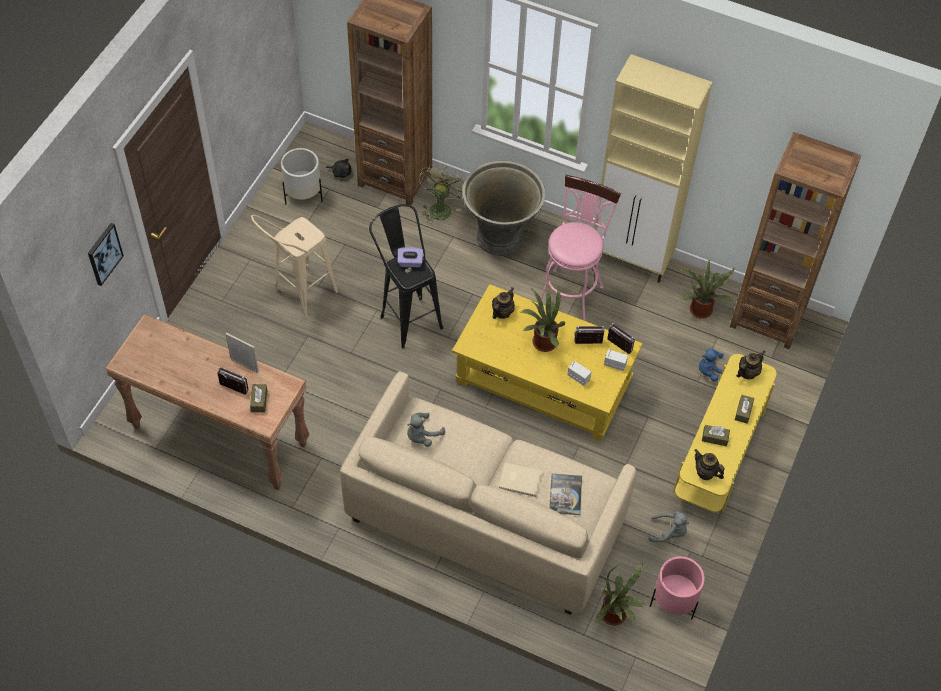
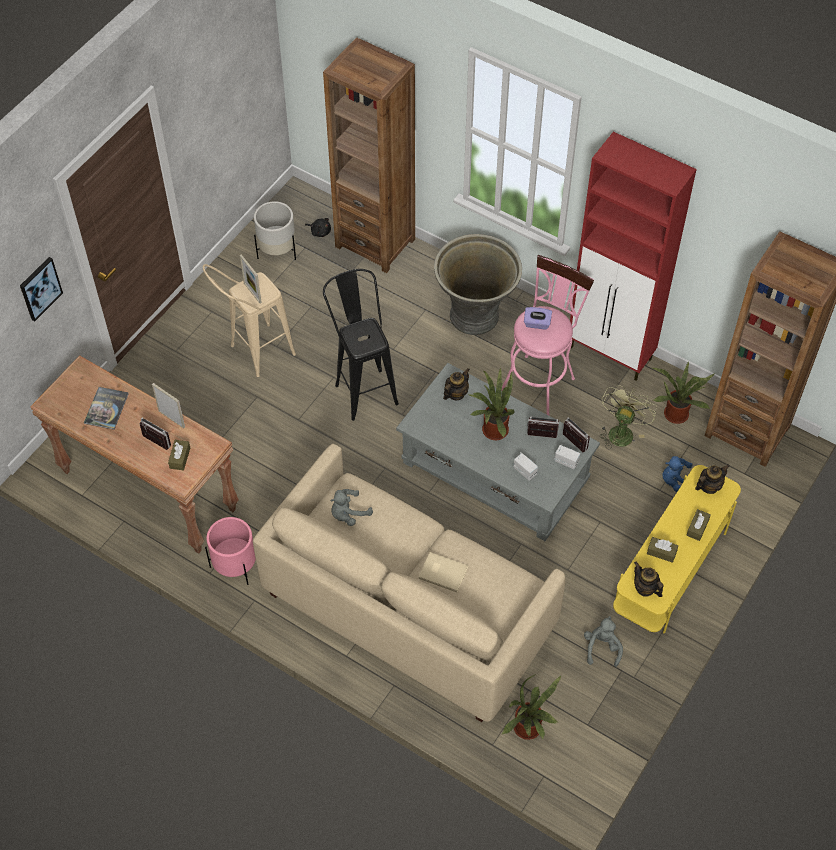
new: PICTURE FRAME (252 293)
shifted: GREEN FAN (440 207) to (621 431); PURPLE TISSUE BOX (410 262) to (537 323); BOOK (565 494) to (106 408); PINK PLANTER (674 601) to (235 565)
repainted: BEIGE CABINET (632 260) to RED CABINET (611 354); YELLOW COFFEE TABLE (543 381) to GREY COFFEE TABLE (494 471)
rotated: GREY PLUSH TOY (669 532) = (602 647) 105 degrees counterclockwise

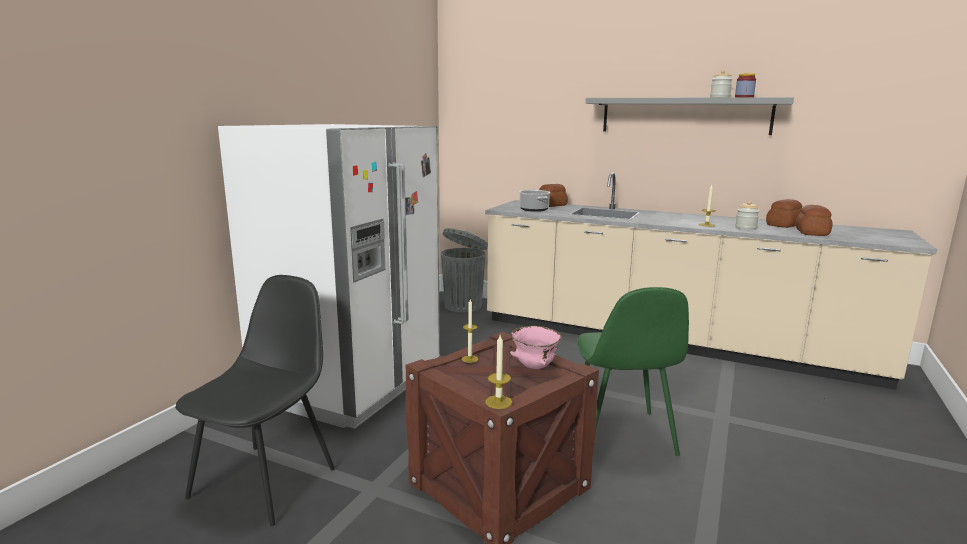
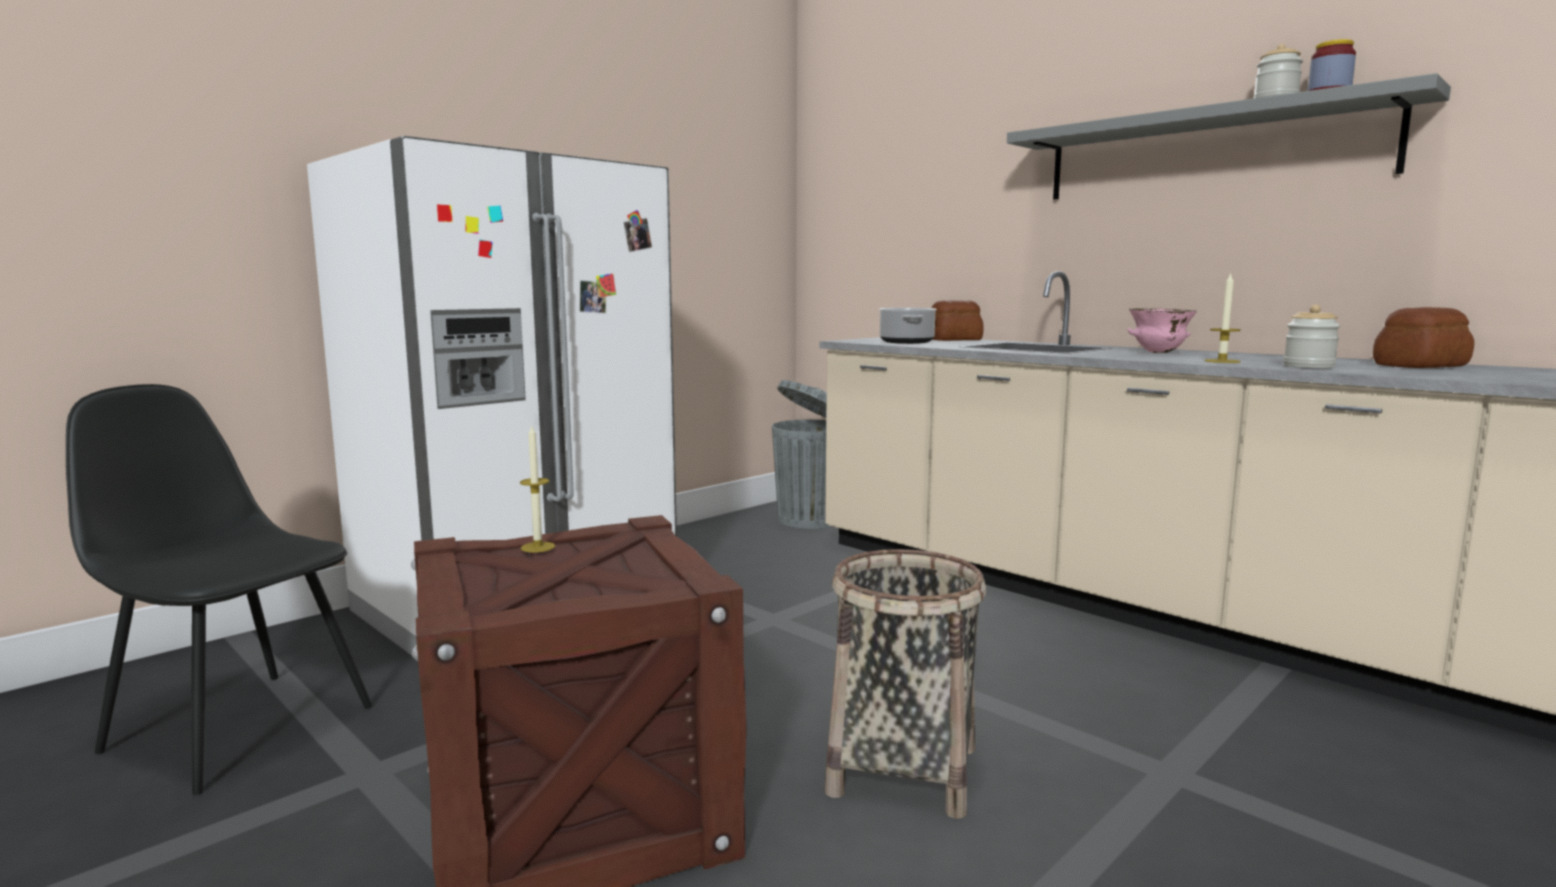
gone: BREAD (811 233); CANDLE (498 402)
shifted: PINK BOWL (534 367) to (1158 353)
swapped: GREEN CHAIR (620 436) to BASKET (901 770)
rotated: BLACK CHAIR (266 480) = (237 727) 105 degrees counterclockwise

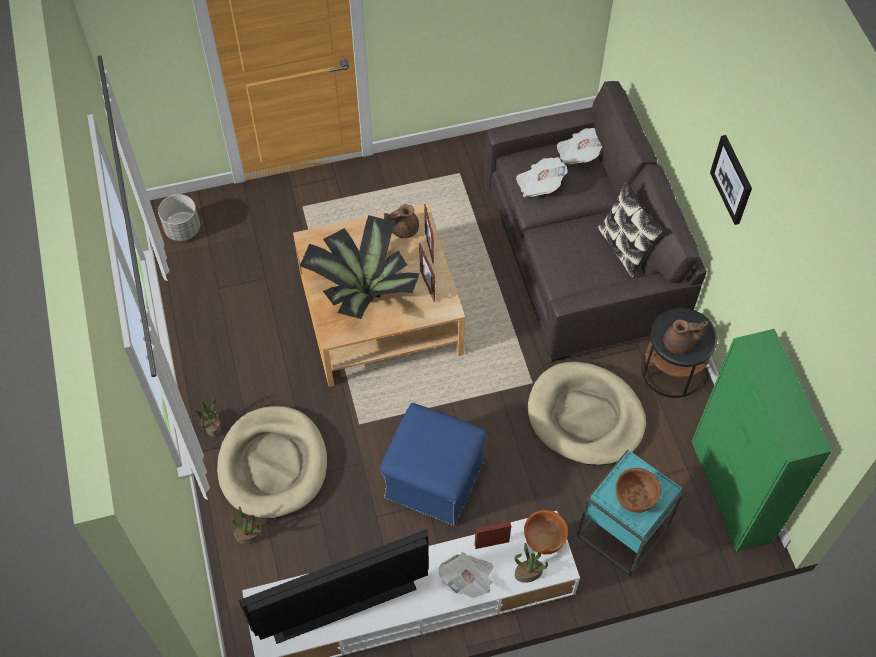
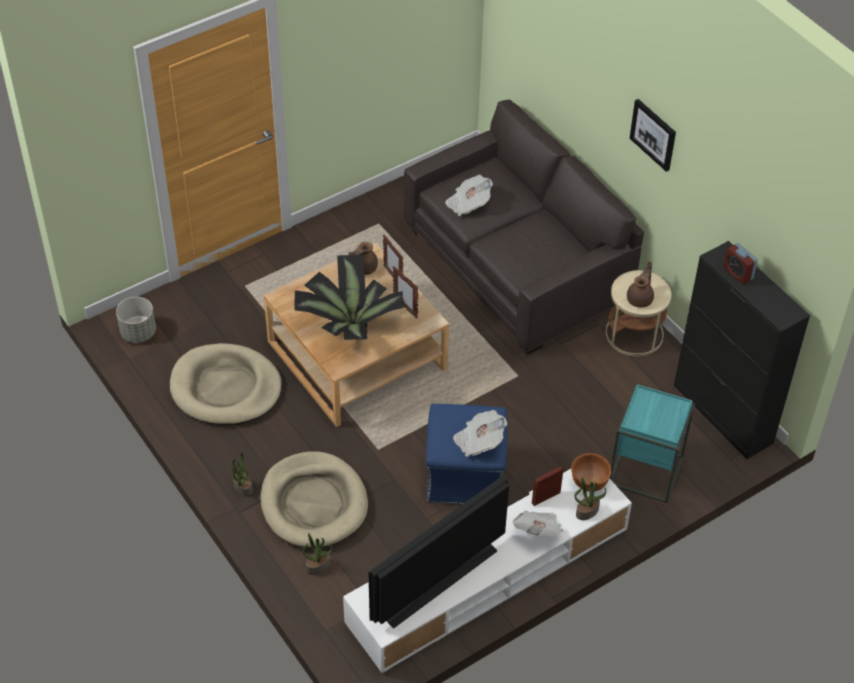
gone: PILLOW (624 248); BROWN BOWL (634 499)
new: ALARM CLOCK (738 273)
shifted: NEWSPAPER (579 154) to (479 441); BEIGE DOG BED (585 416) to (226 388)
repainted: BLACK SIDE TABLE (672 370) to BEIGE SIDE TABLE (634 334); GREEN CABINET (731 491) to BLACK CABINET (723 414)
rotated: BROWN TEAPOT (679 343) = (640 298) 45 degrees counterclockwise

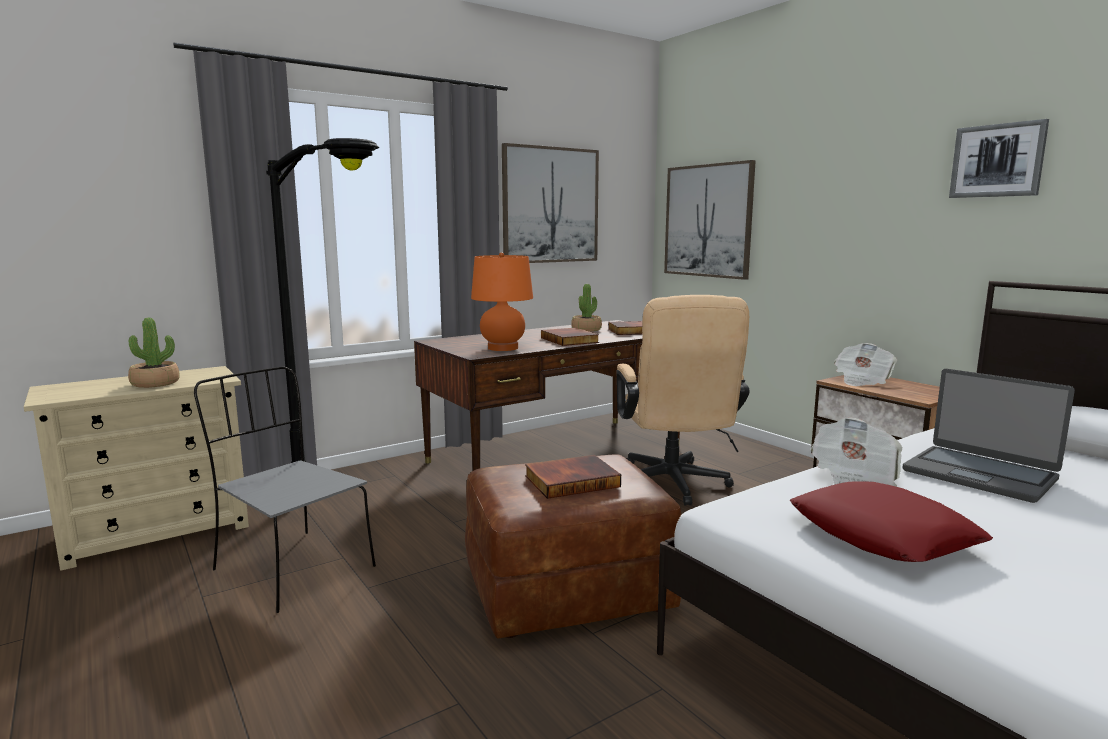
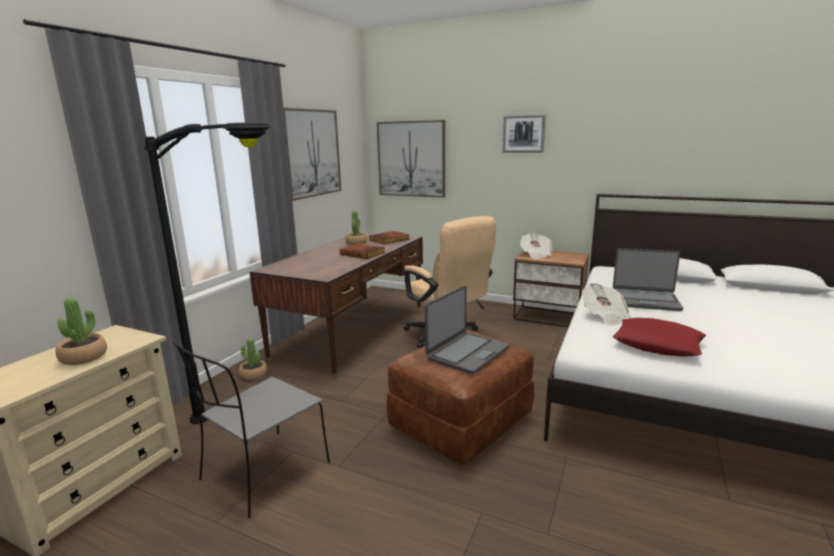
gone: ORANGE TABLE LAMP (503 348)
new: POTTED PLANT (253 374)
shifted: PICTURE (997 160) to (523 134)
swapped: BOOK (572 480) to LAPTOP (467 353)
rotated: GREY CHAIR (291 567) = (263 473) 60 degrees counterclockwise

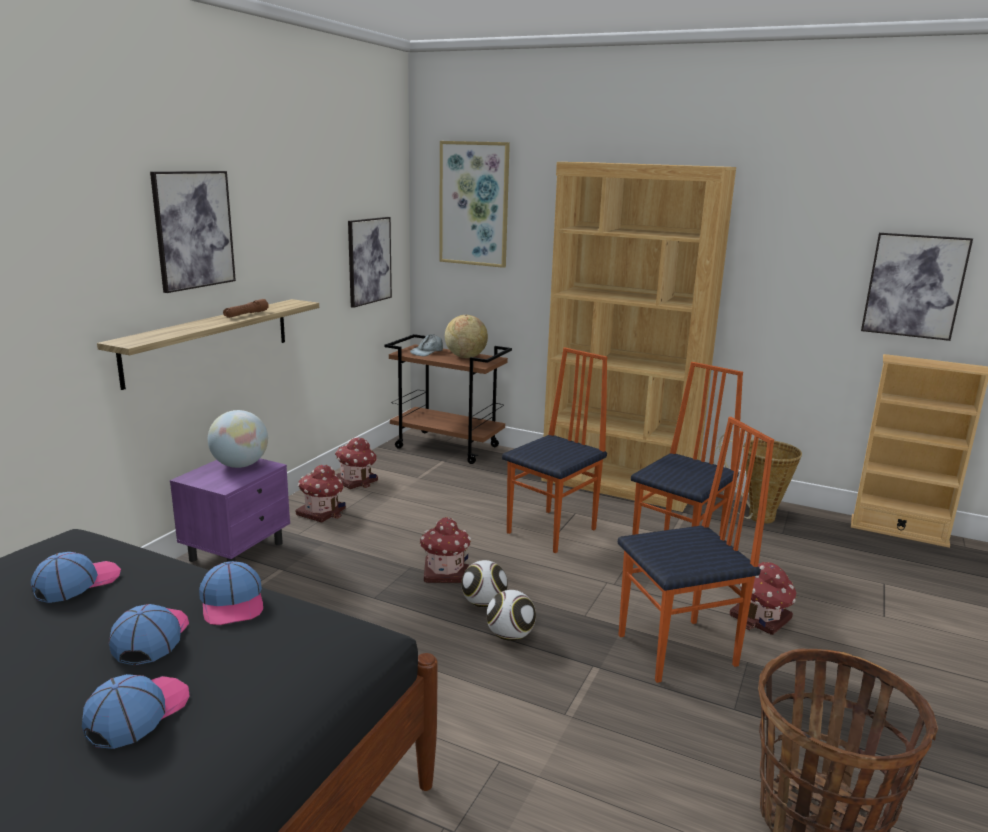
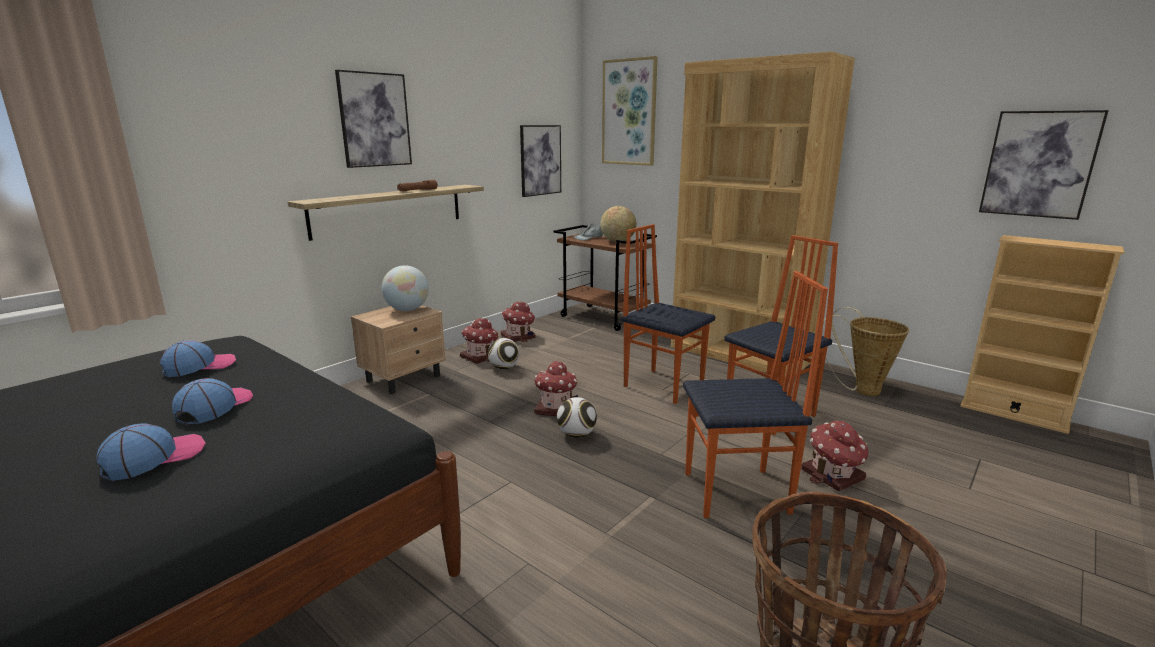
gone: CAP (233 603)
shifted: FOOTBALL (510 636) to (504 368)
repainted: PURPLE NIGHTSTAND (238 551) to BEIGE NIGHTSTAND (404 378)
rotated: CHAIR (553 531) = (663 385) 105 degrees counterclockwise

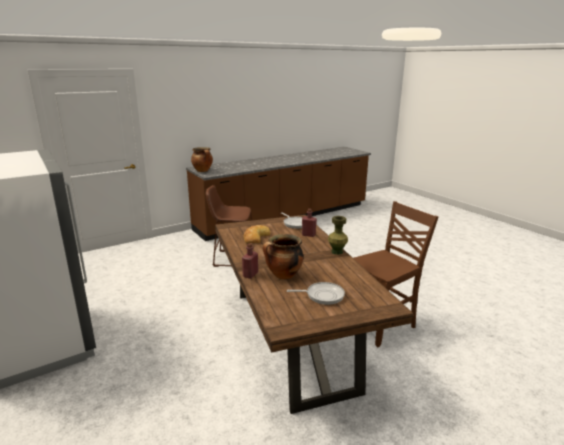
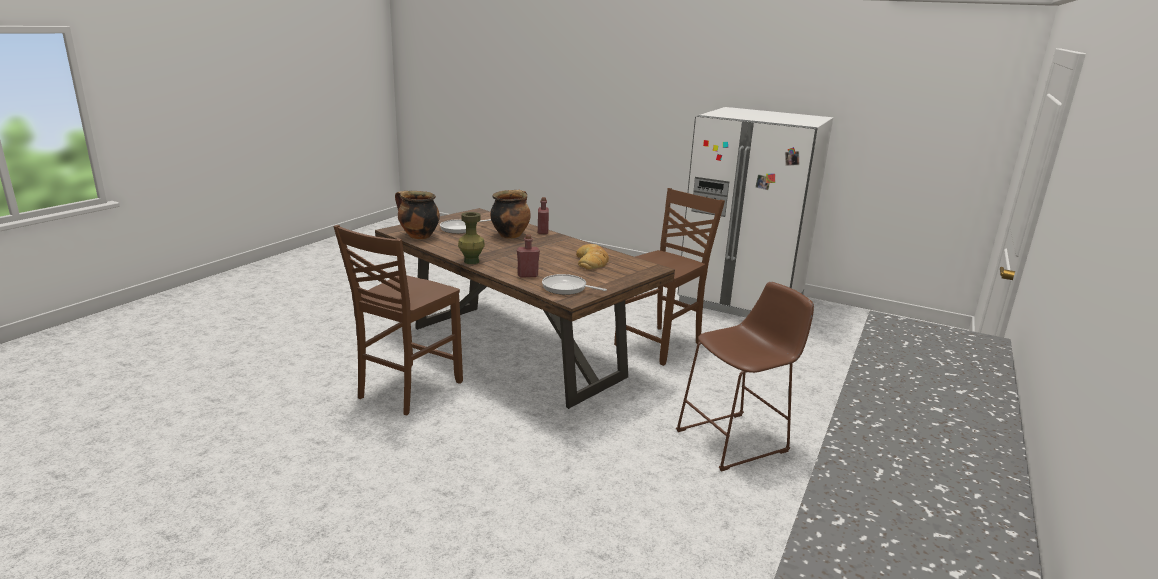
new: BROWN CHAIR (661 344)
shifted: COOKING POT (203 171) to (418 236)

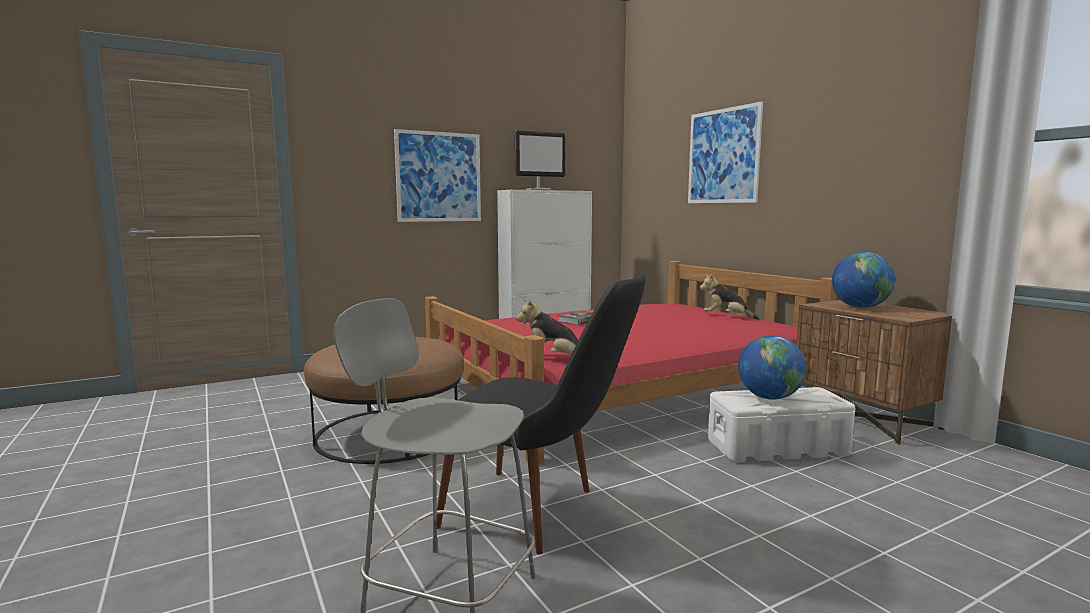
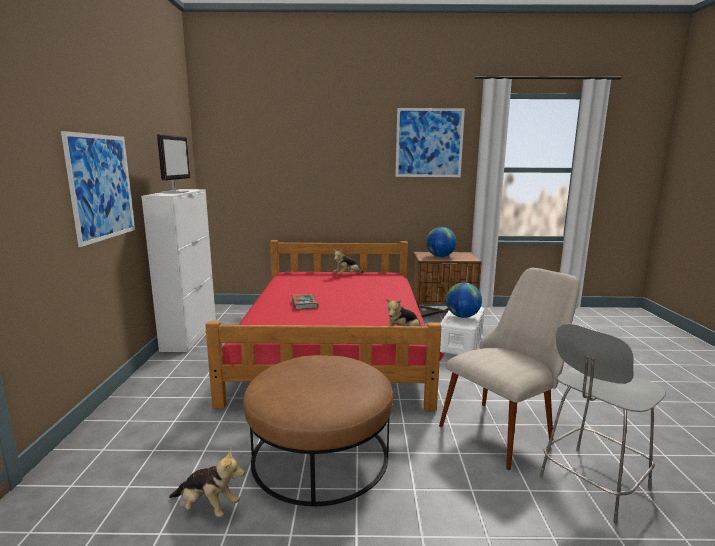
new: PLUSH TOY (207 507)
shifted: PICTURE (723 156) to (429 143)
repainted: BLACK CHAIR (542 514) to BEIGE CHAIR (506 426)

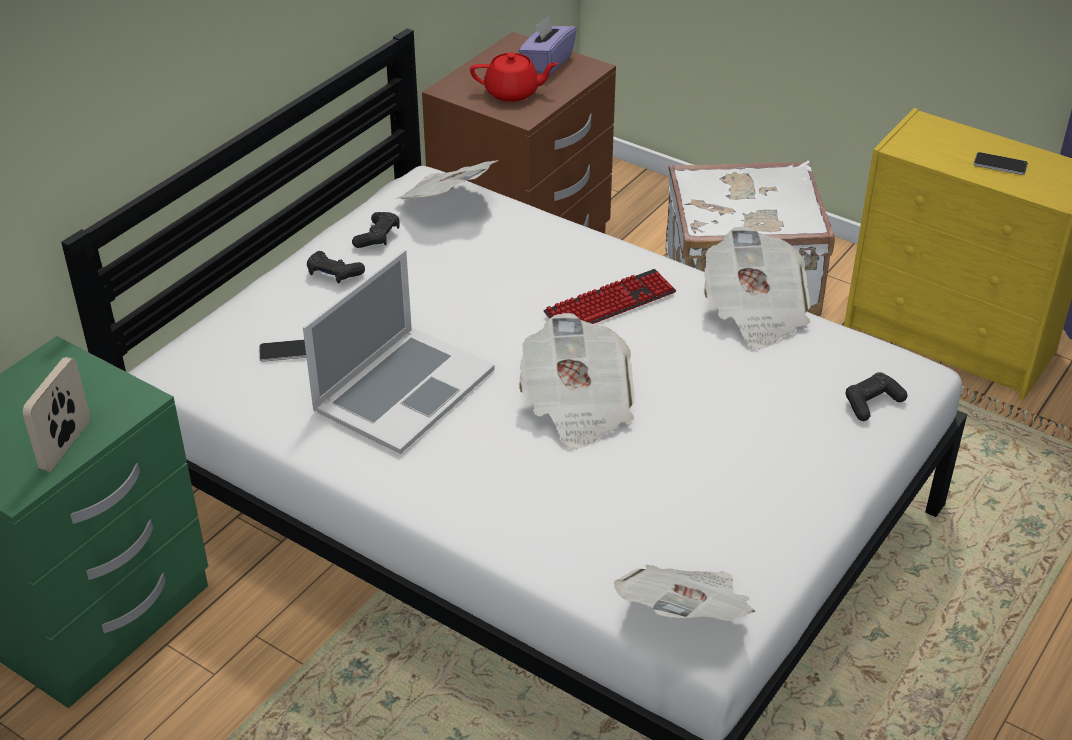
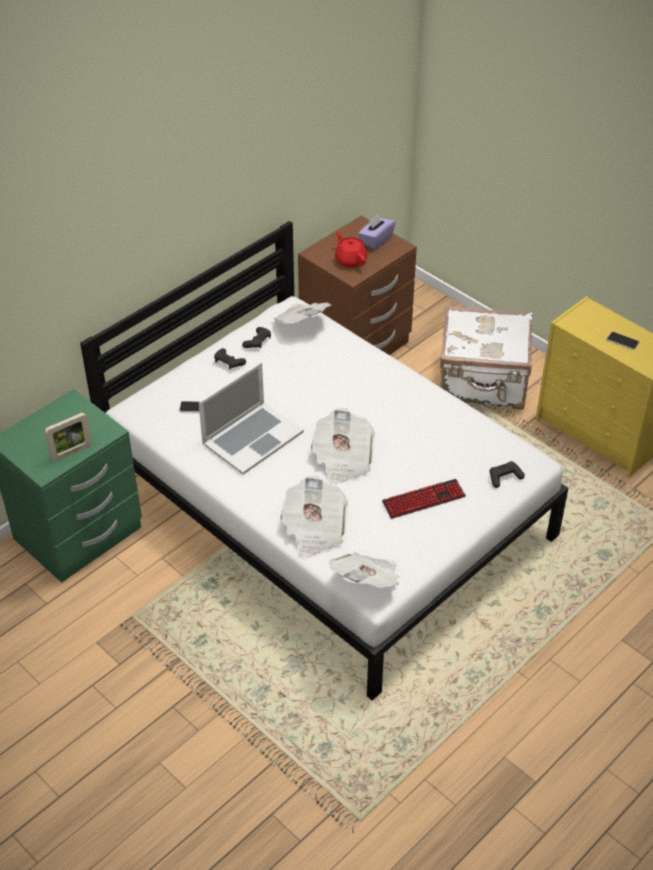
shifted: NEWSPAPER (754 313) to (314 530); KEYBOARD (610 303) to (423 500)
rotated: RED TEAPOT (513 93) = (350 259) 135 degrees counterclockwise; PICTURE FRAME (66 446) = (71 452) 150 degrees counterclockwise

